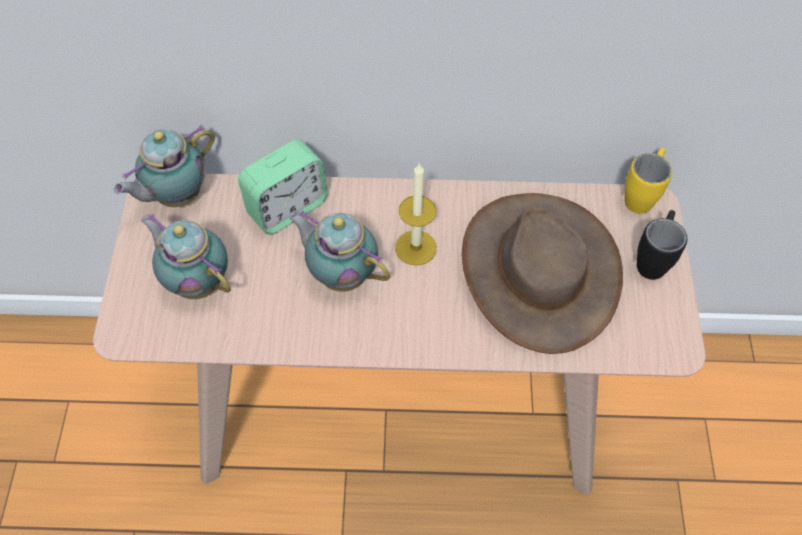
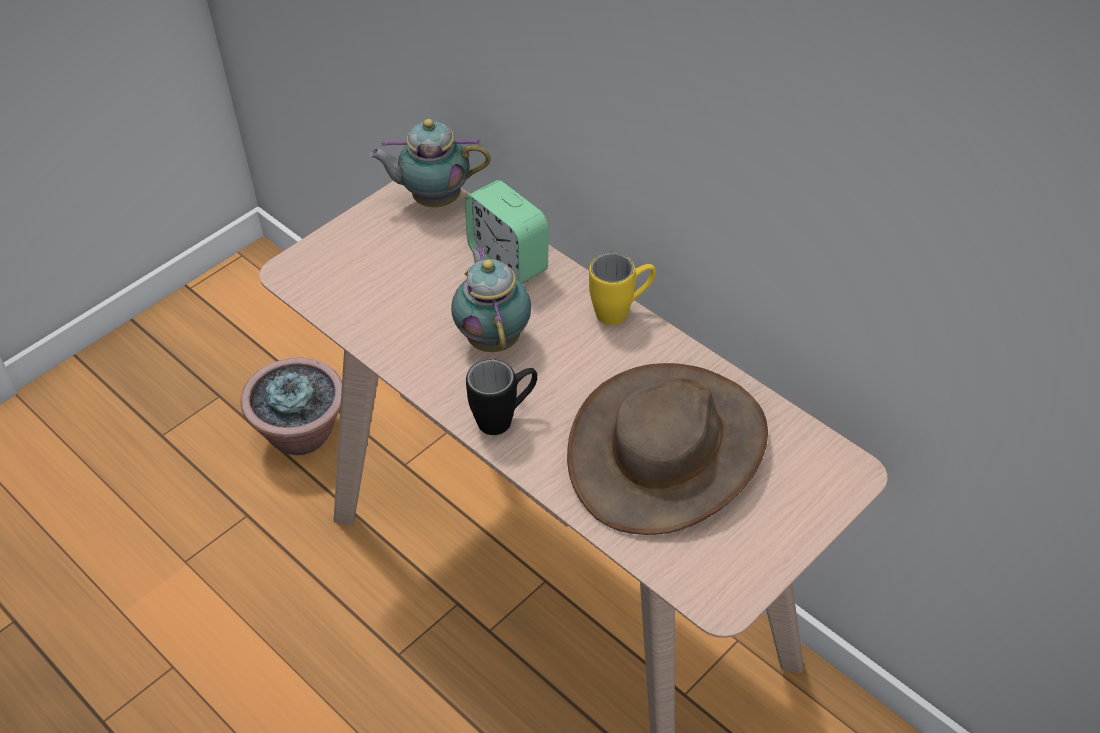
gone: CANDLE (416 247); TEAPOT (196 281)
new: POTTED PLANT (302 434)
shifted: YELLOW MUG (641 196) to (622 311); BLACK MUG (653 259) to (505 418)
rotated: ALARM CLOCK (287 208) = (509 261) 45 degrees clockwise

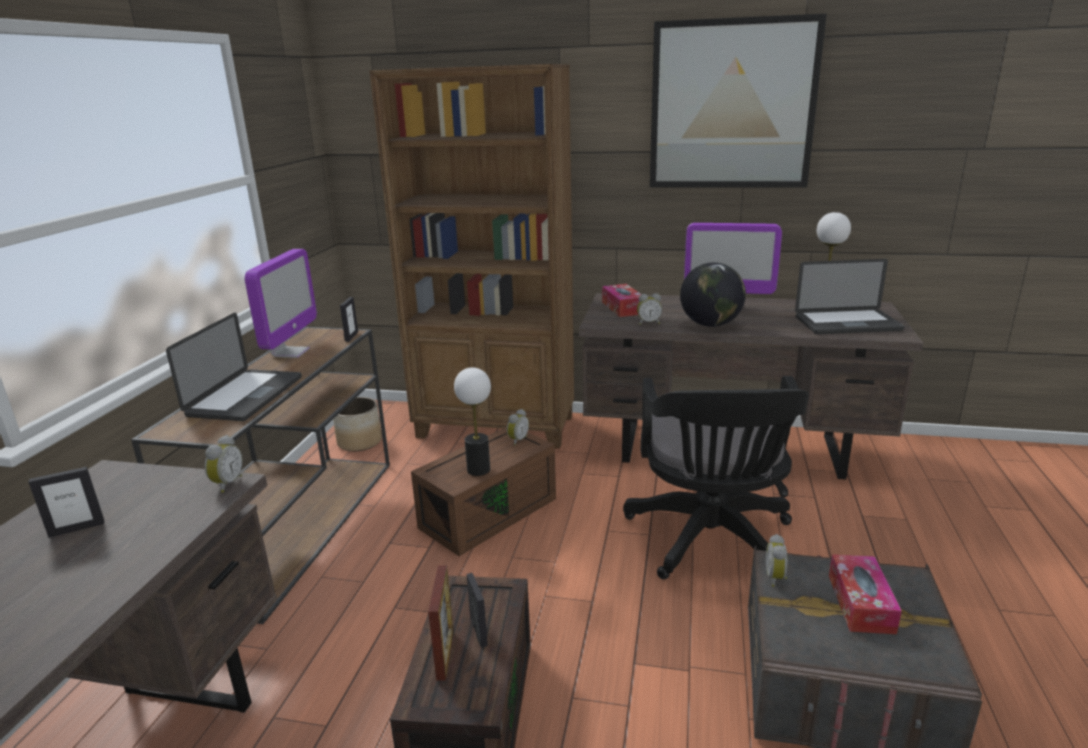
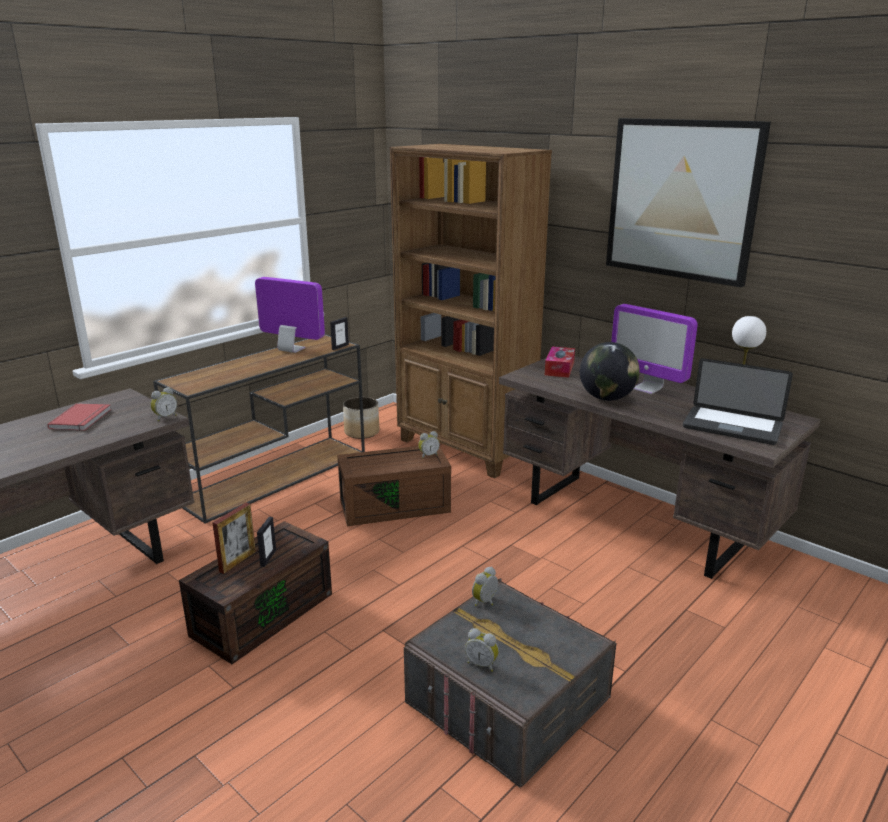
gone: LAPTOP (246 396); TABLE LAMP (478 470); BLACK OFFICE CHAIR (711 542); TISSUE BOX (860 603)
shifted: ALARM CLOCK (648 323) to (482 664)
swapped: PICTURE FRAME (77 528) to RED BOOK (82 419)
rotated: MONITOR (290 352) = (291 349) 105 degrees counterclockwise

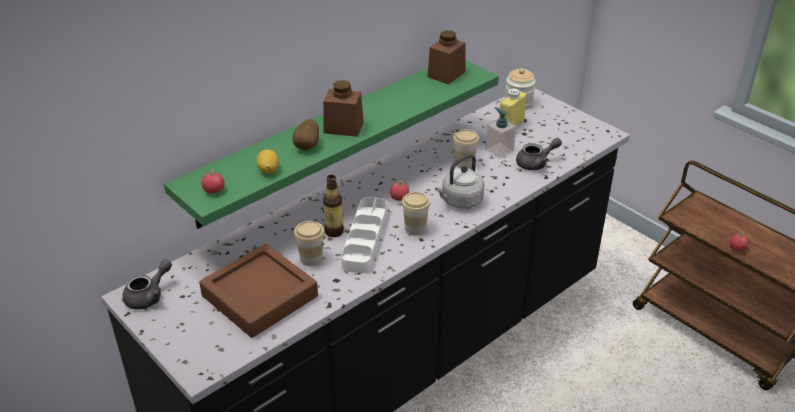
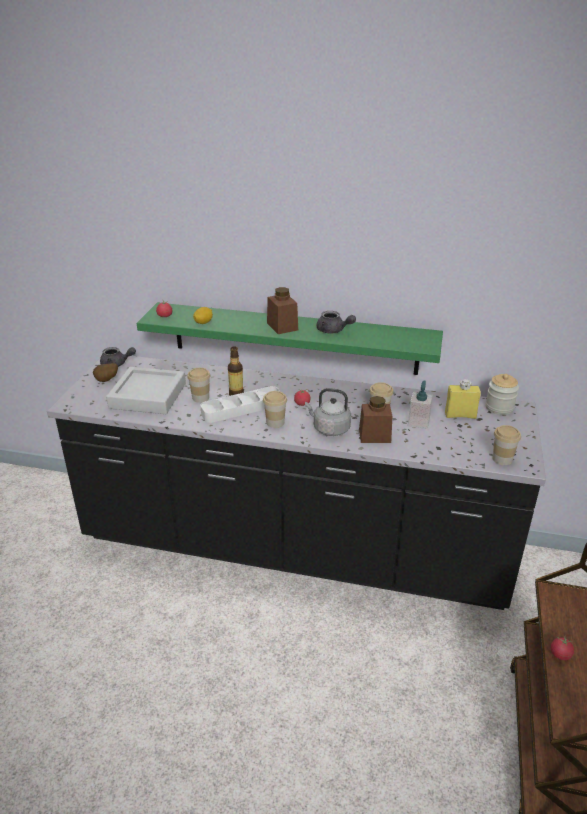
new: CUP (502 459)
shifted: BROWN JAR (446 74) to (374 436); POTATO (308 146) to (107 381); GREY TEAPOT (536 163) to (333 331)
repainted: BROWN TRAY (260 296) to GREY TRAY (148 396)

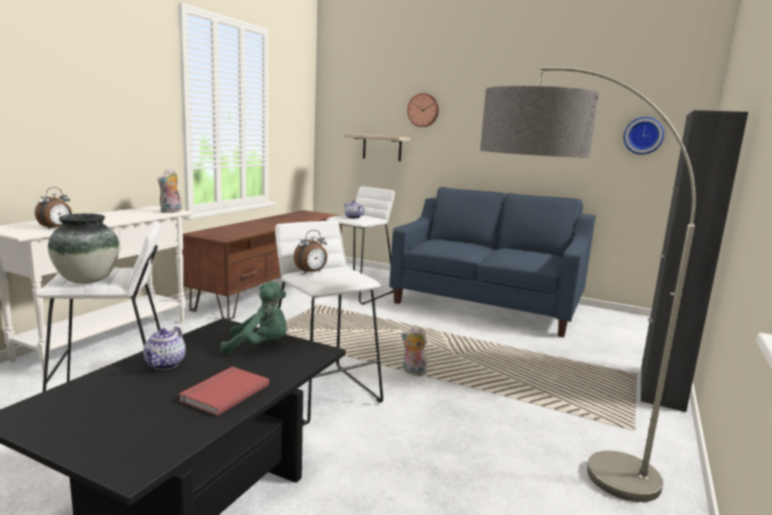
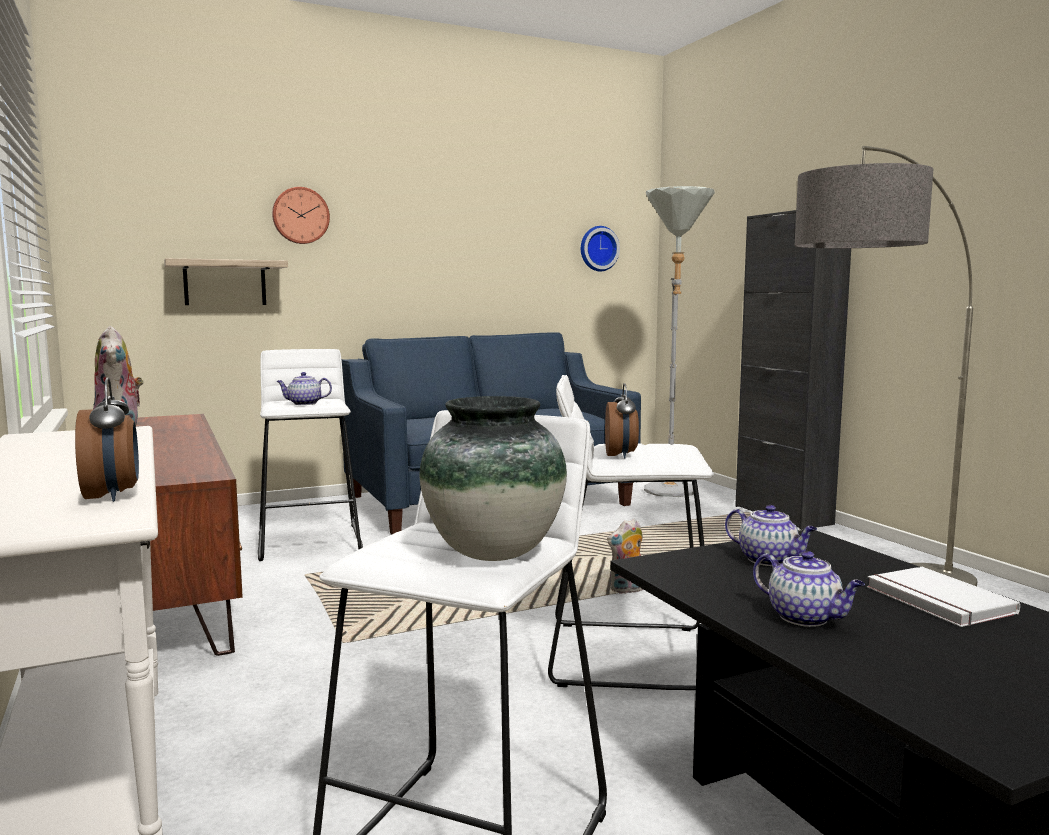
new: GREY FLOOR LAMP (671 494)
swapped: GREEN PLUSH TOY (260 347) to TEAPOT (769 560)
repainted: RED BOOK (223 392) to WHITE BOOK (937 601)

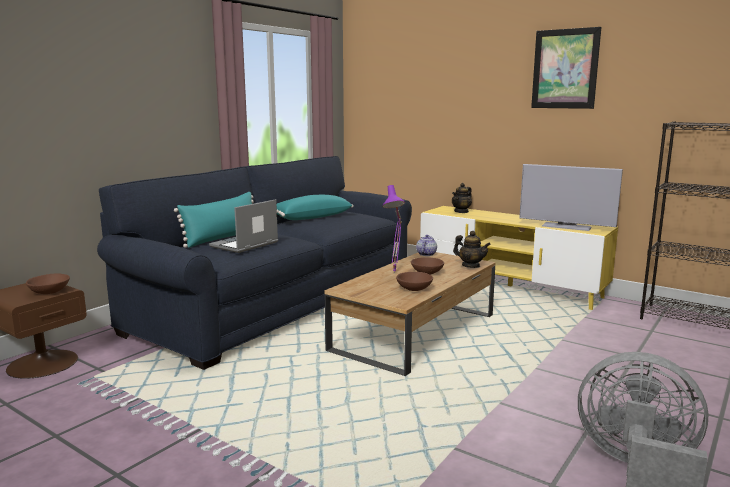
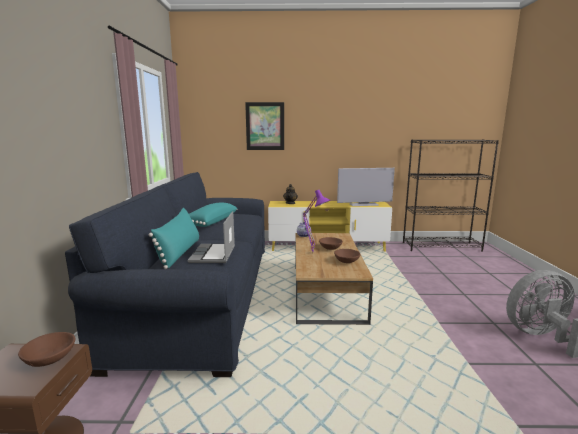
gone: TEAPOT (471 266)
shifted: PICTURE (565 69) to (265 126)

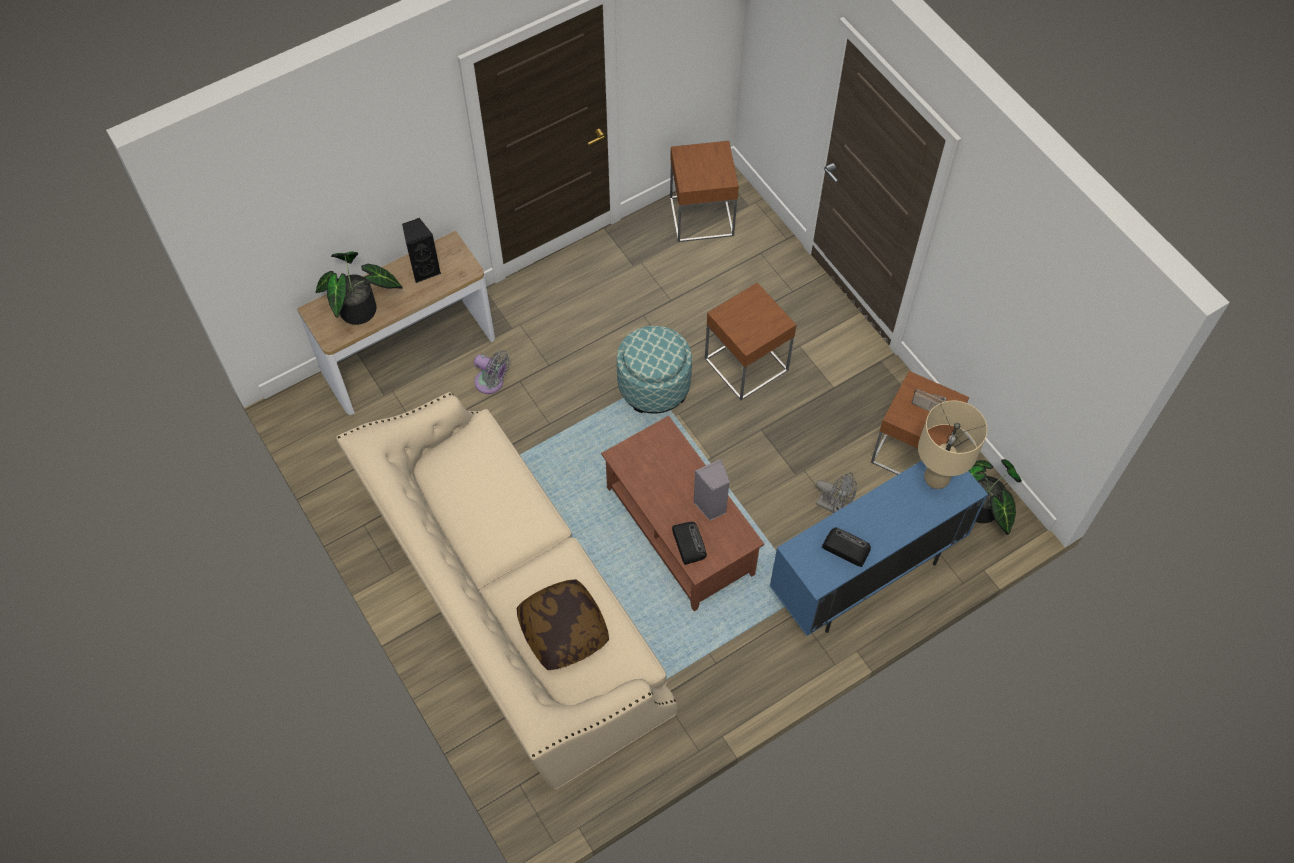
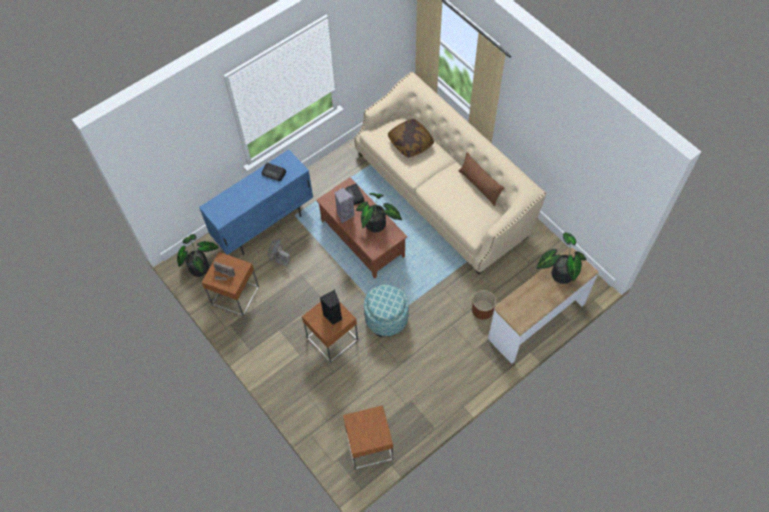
gone: BEIGE TABLE LAMP (936 478)
new: BROWN PILLOW (479 186); POTTED PLANT (377 225)
shifted: BLACK SPEAKER (424 269) to (333 316)
swapped: GREY FAN (492 383) to BROWN PLANTER (482 310)

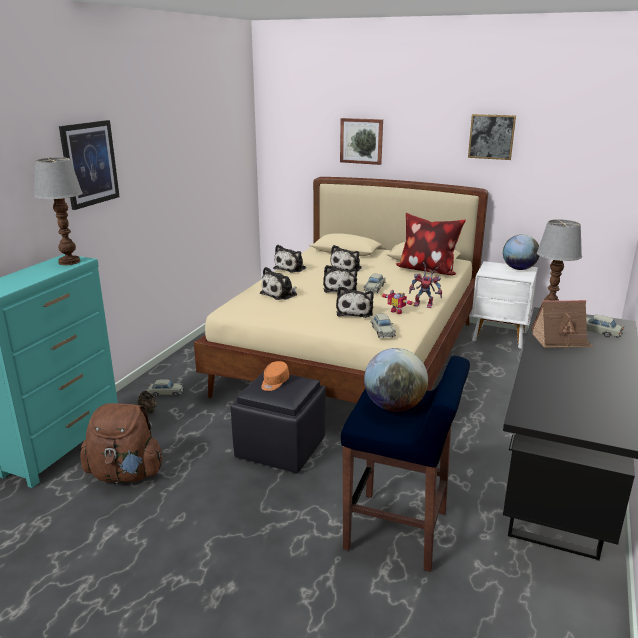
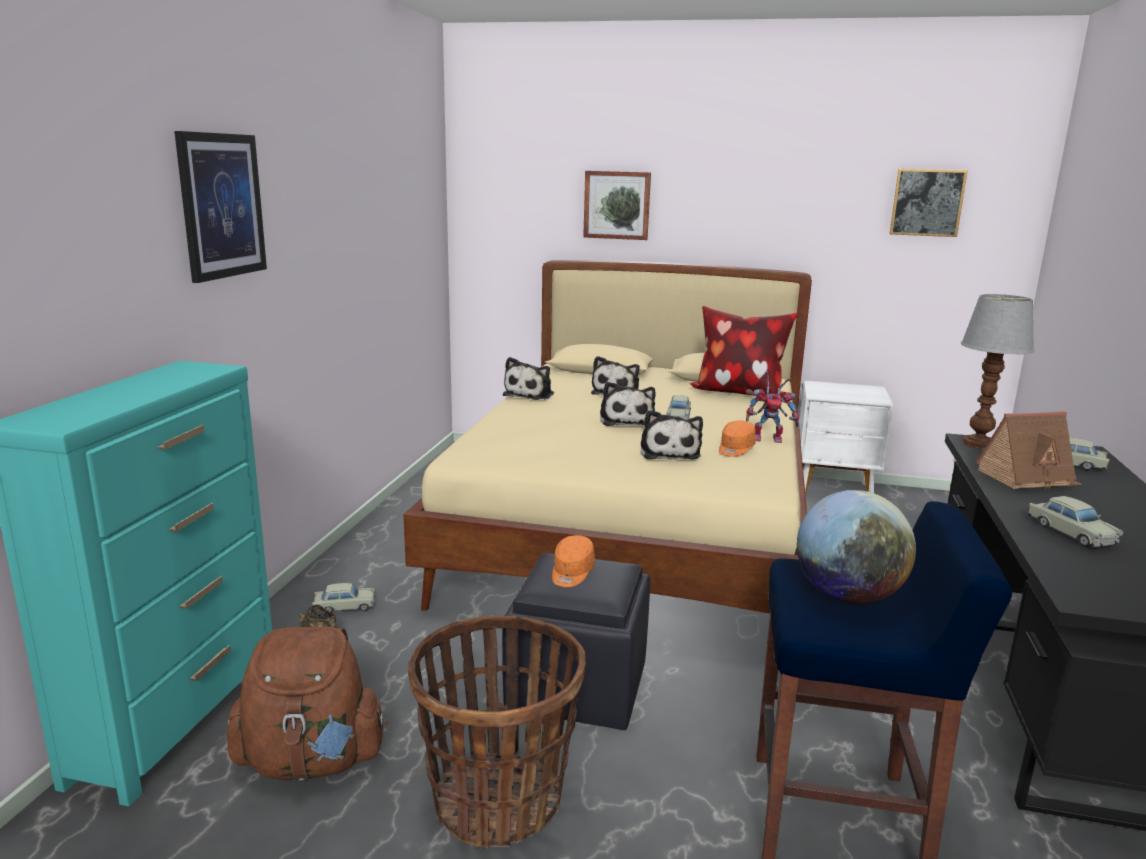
gone: TABLE LAMP (70 262); GLOBE (518 269); PLUSH TOY (280 294)
new: BASKET (498 801)
shifted: PICTURE (491 136) to (927 202); BEIGE TOY CAR (382 331) to (1070 532)
swapped: TOY ROBOT (397 311) to ORANGE CAP (735 449)

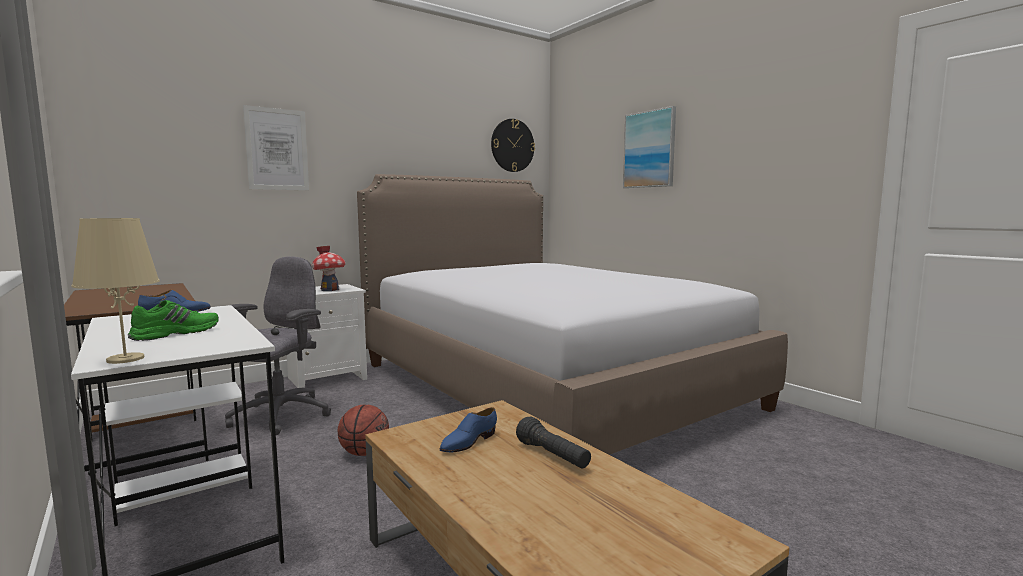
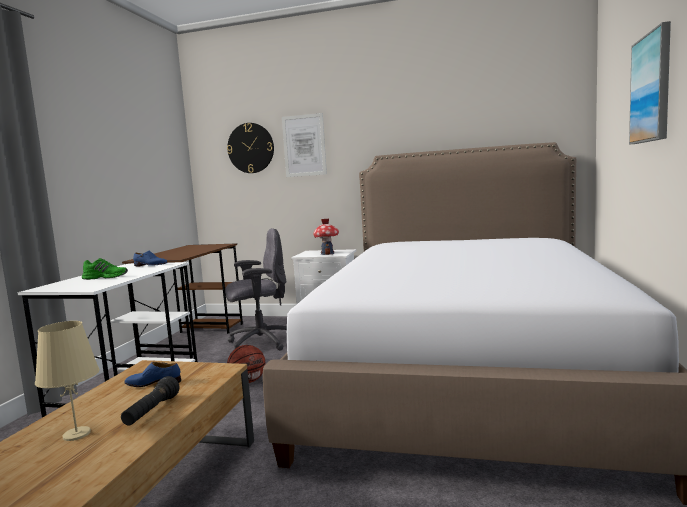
shifted: WALL CLOCK (512 145) to (250 148); BEIGE TABLE LAMP (125 359) to (77 434)

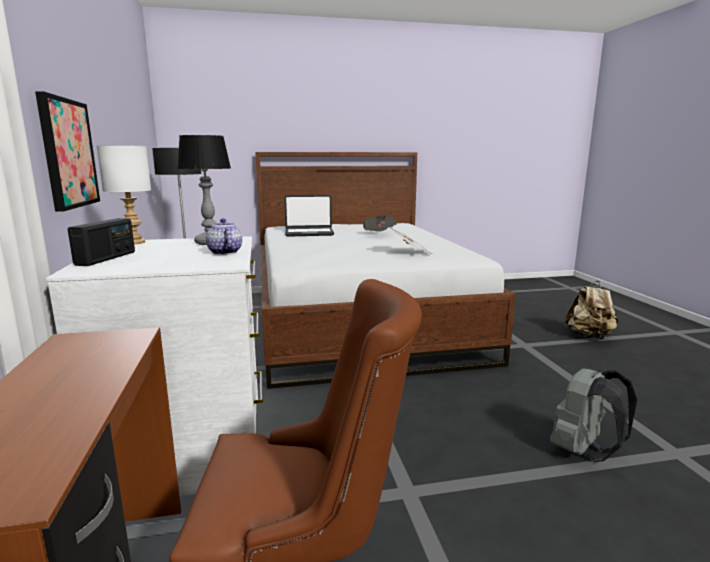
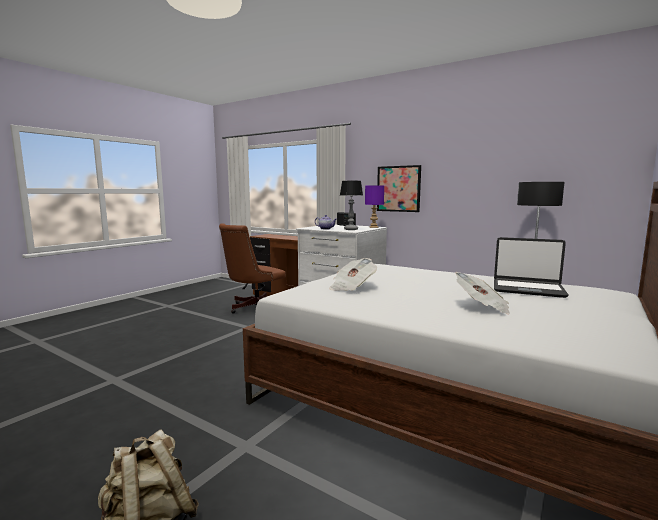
gone: GREY BACKPACK (583 451)
repainted: WHITE TABLE LAMP (134 242) to PURPLE TABLE LAMP (374 227)
rotated: LAPTOP (309 233) = (527 289) 105 degrees counterclockwise

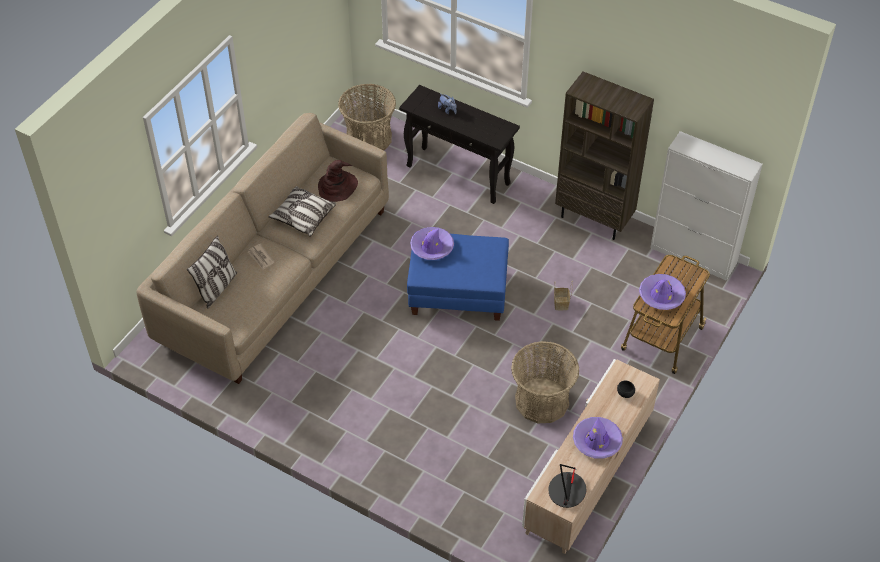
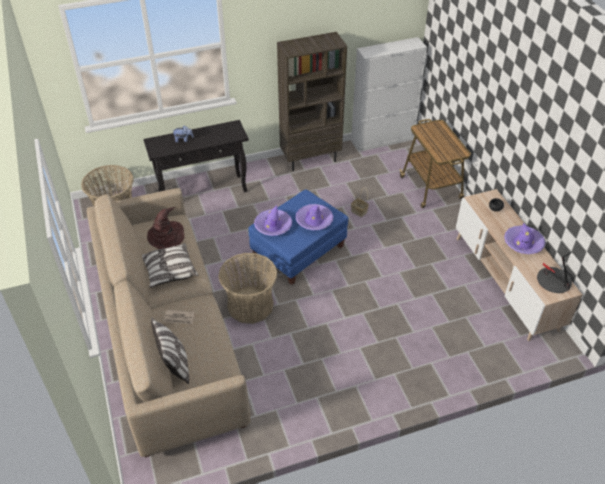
shifted: PURPLE HAT (661 295) to (314 220); BASKET (541 401) to (250 305)

